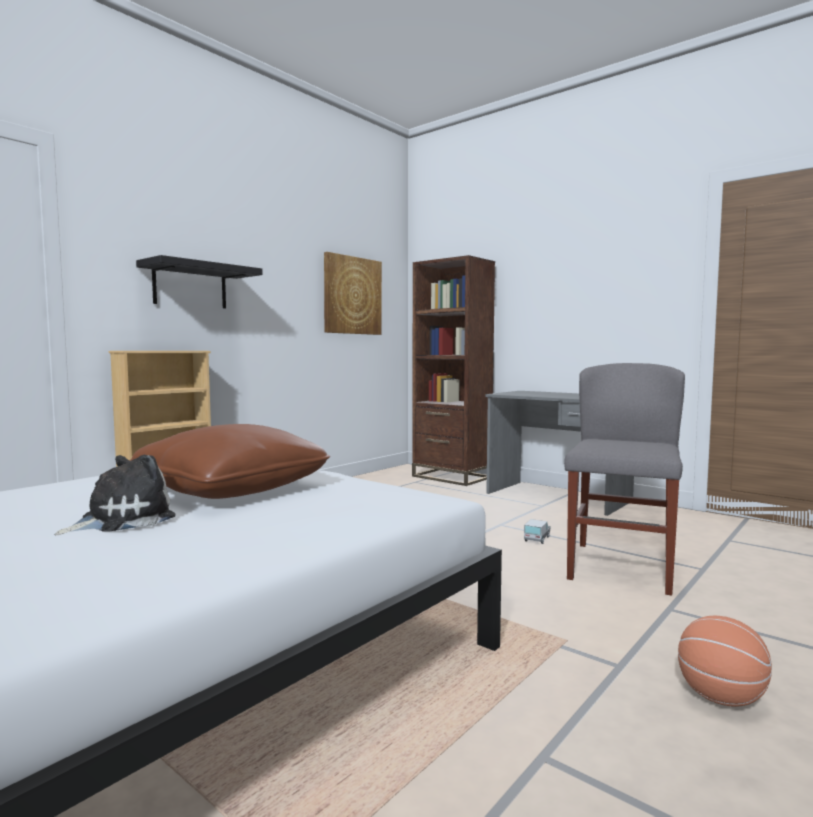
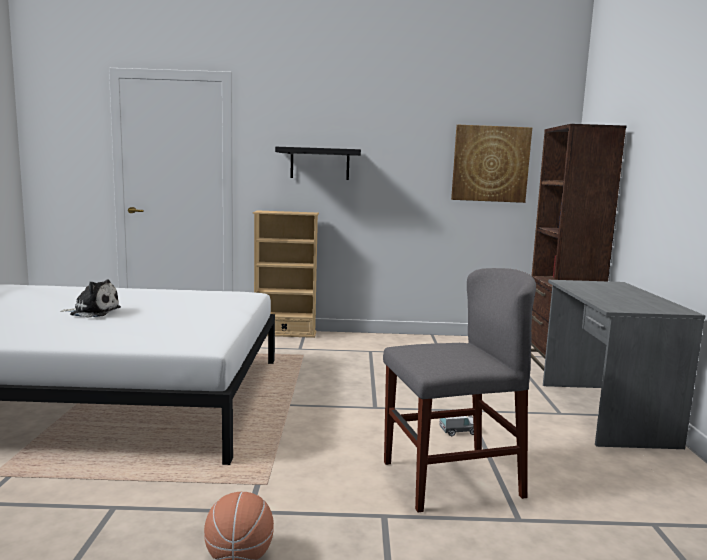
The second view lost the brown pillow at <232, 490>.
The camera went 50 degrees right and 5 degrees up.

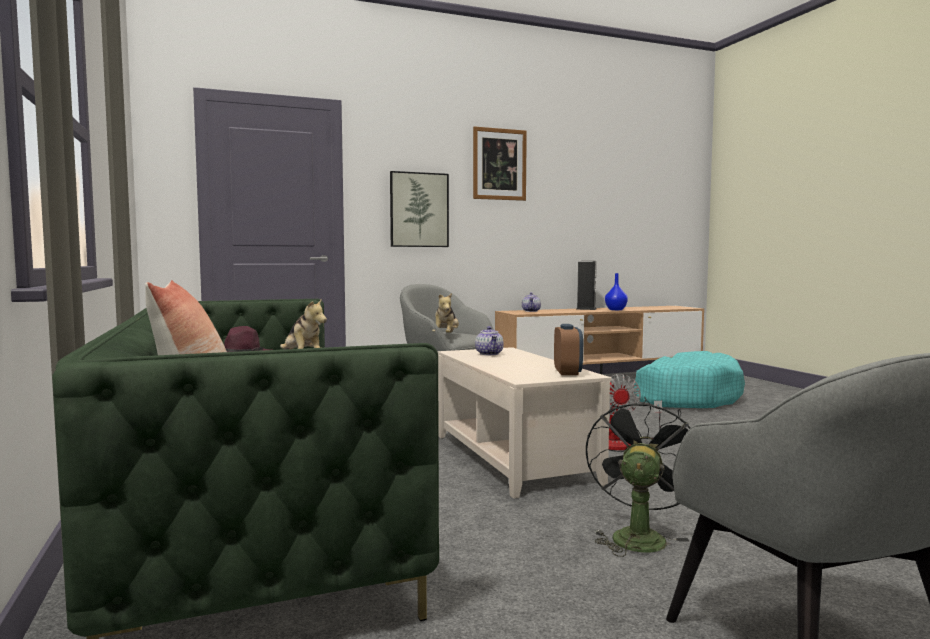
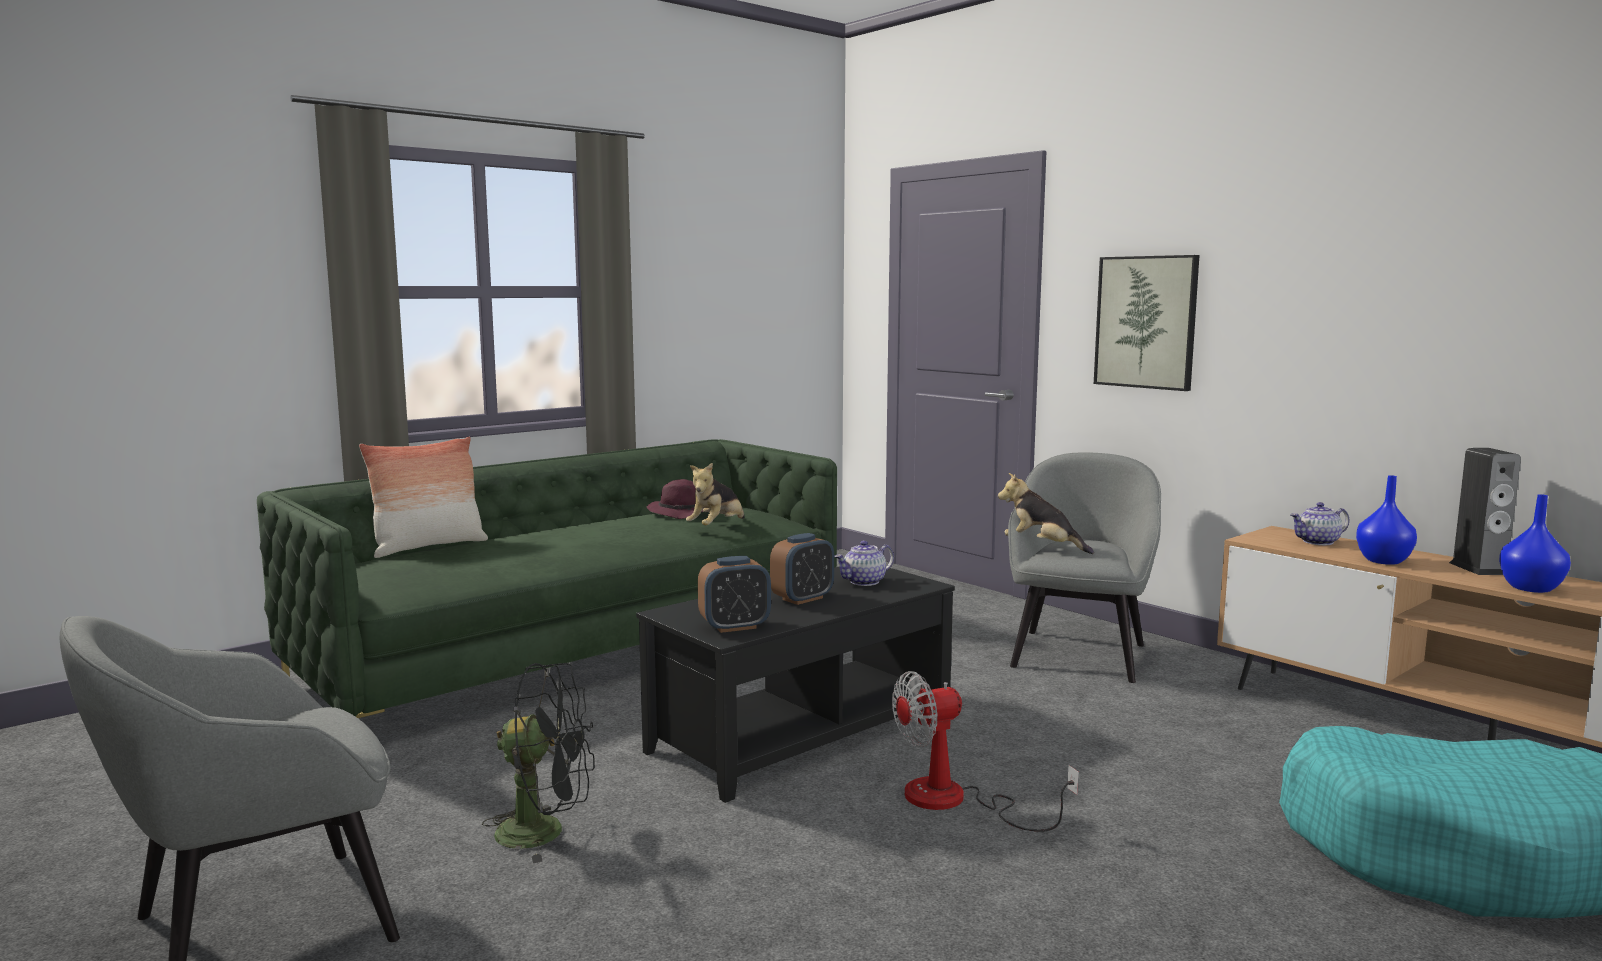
What was the beige coffee table at <512, 458> turned into the black coffee table at <802, 733>.
The second view gained the alarm clock at <802, 599>.
The plush toy at <446, 336> ended up facing another way, 45 degrees clockwise from before.
The second view gained the blue vase at <1384, 561>.
The second view lost the picture at <499, 164>.
The camera went 70 degrees right and 5 degrees up.

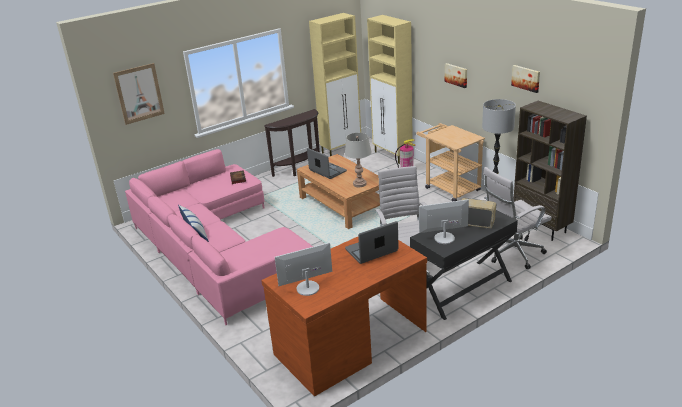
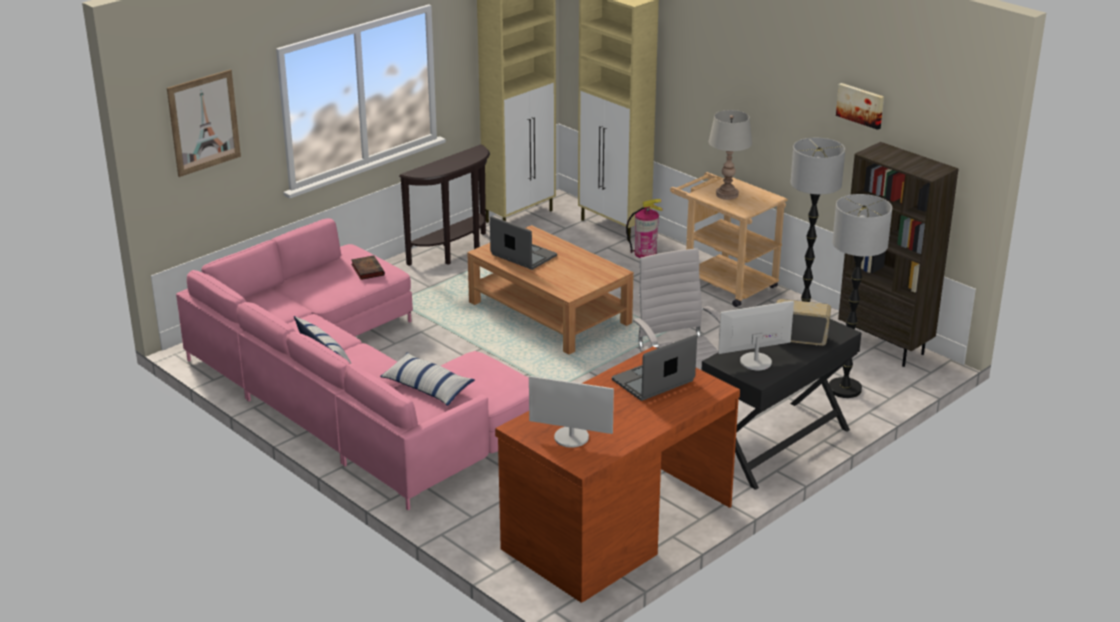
The second view gained the pillow at <427, 387>.
The monitor at <307, 288> ended up facing another way, 135 degrees counterclockwise from before.
The grey table lamp ended up elsewhere, having gone from <359, 184> to <727, 195>.
Where the white office chair stood at <512, 254>, the floor lamp came to stand at <844, 389>.
The second view lost the picture at <456, 75>.
The camera went 10 degrees left and 0 degrees up.

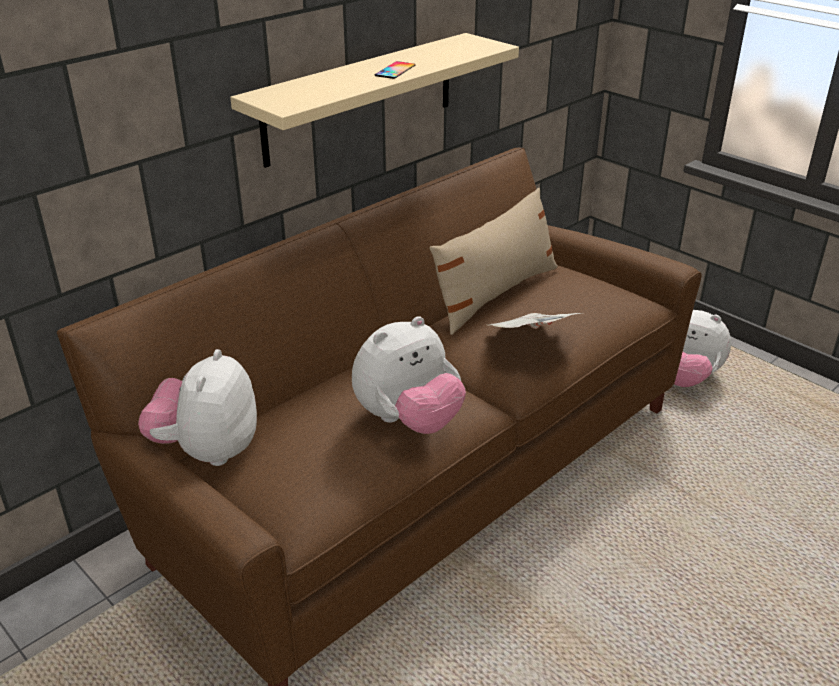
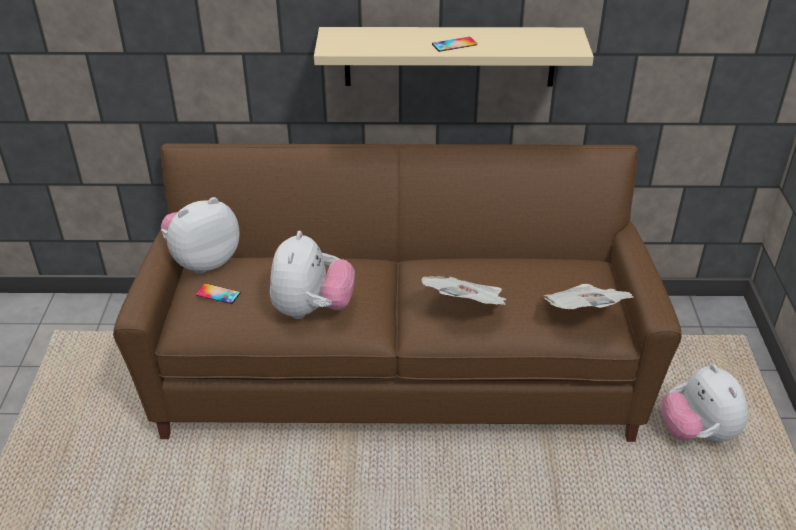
The second view gained the phone at <218, 294>.
The plush toy at <408, 420> ended up facing another way, 90 degrees counterclockwise from before.
The second view gained the newspaper at <584, 314>.
The second view lost the beige pillow at <495, 294>.
The camera went 45 degrees right and 5 degrees up.

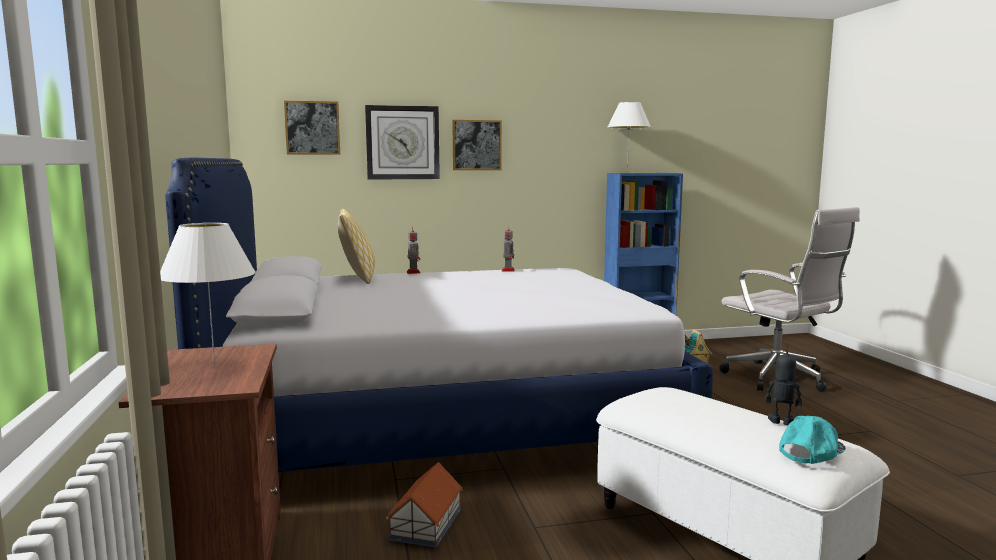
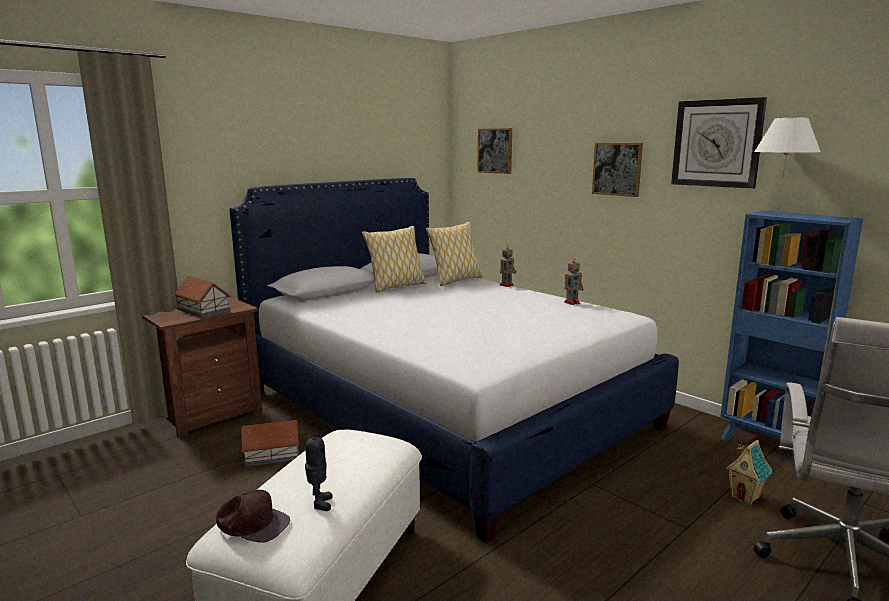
Where the white table lamp stood at <214, 366>, the toy house came to stand at <203, 310>.
What was the turquoise cap at <810, 450> turned into the brown cap at <252, 523>.
The second view gained the pillow at <396, 287>.
The wall clock ended up elsewhere, having gone from <402, 142> to <717, 143>.
The camera went 60 degrees right and 5 degrees up.

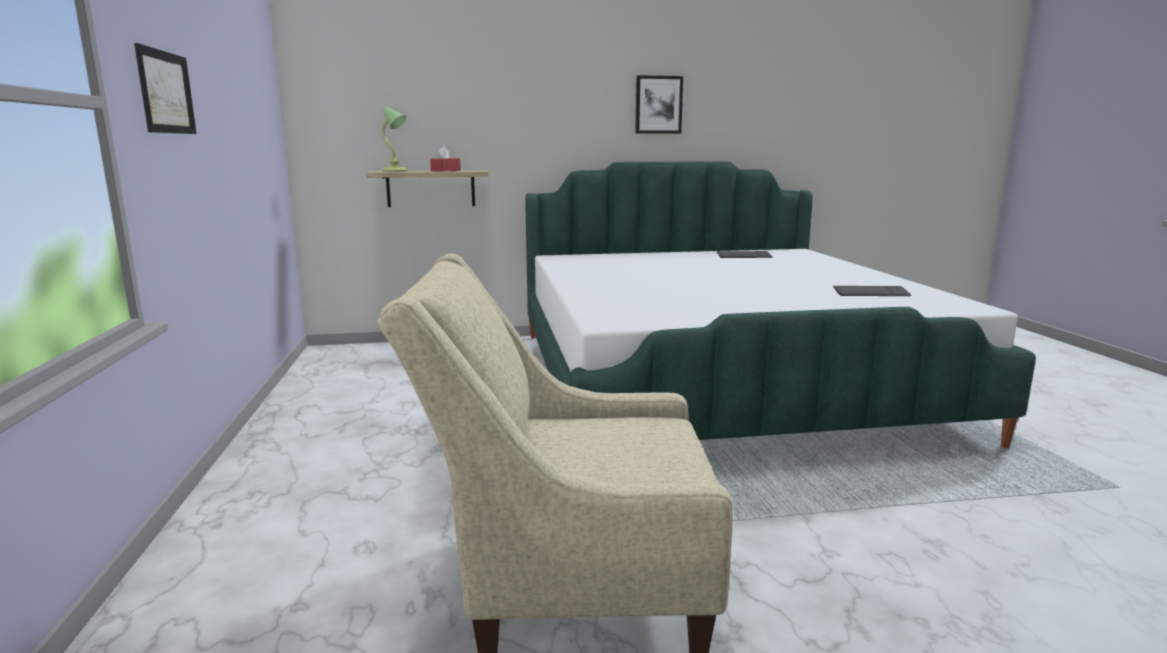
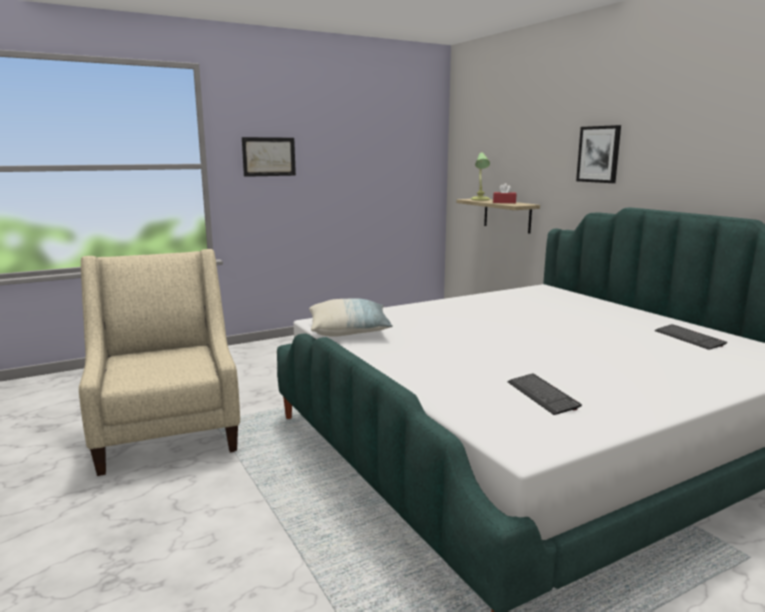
The second view gained the pillow at <349, 331>.
The picture ended up elsewhere, having gone from <658, 105> to <599, 154>.
The camera went 70 degrees right and 0 degrees up.

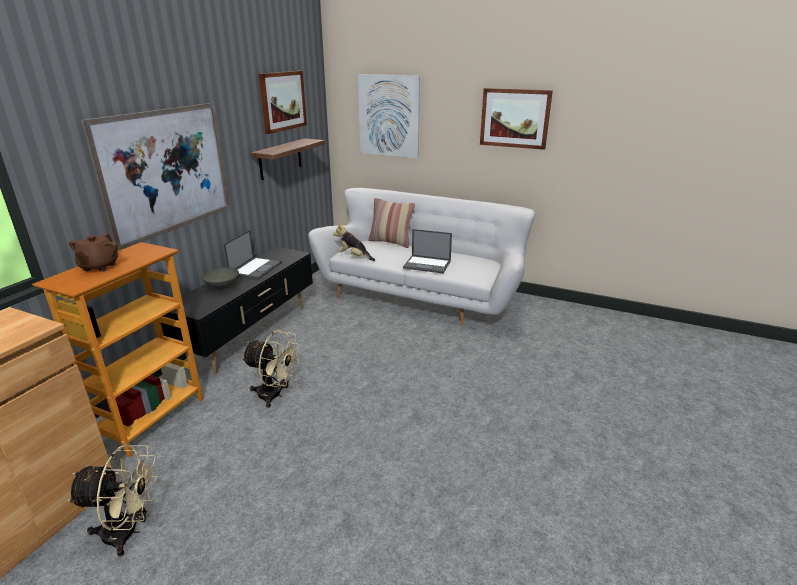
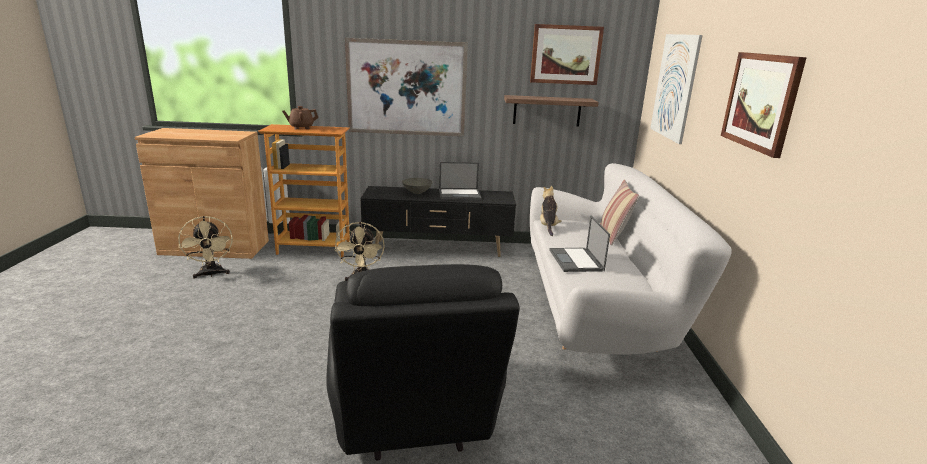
The second view gained the black armchair at <414, 416>.
The camera went 65 degrees right and 5 degrees down.

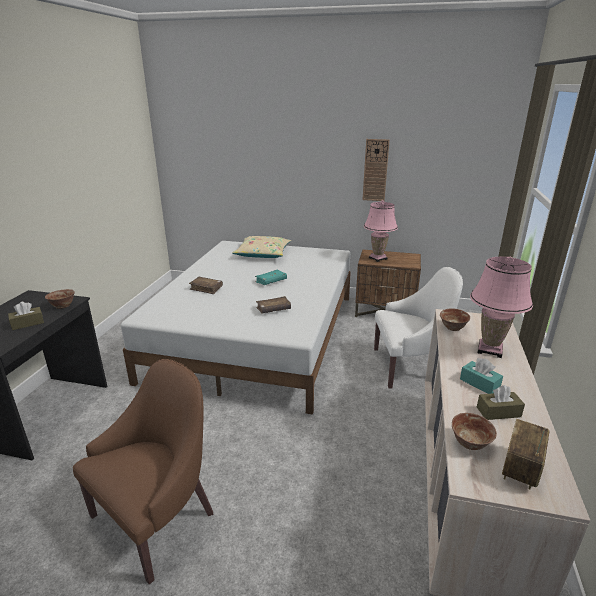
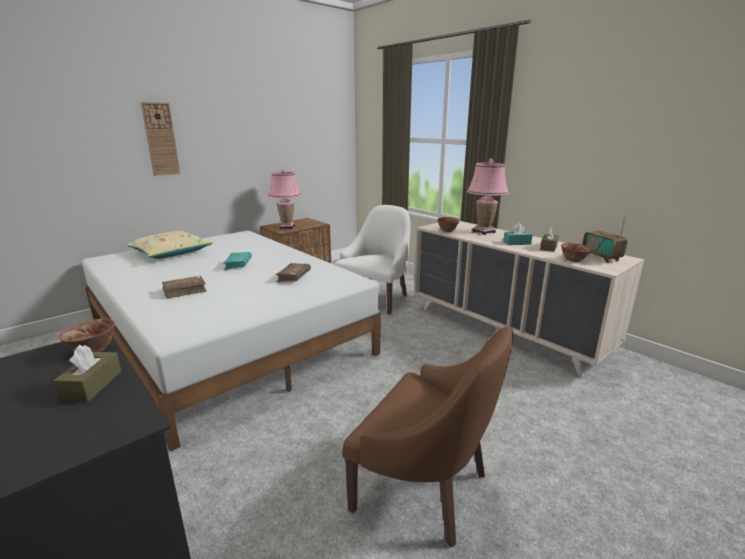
The wall clock ended up elsewhere, having gone from <375, 170> to <161, 139>.
The brown armchair at <157, 517> ended up facing another way, 135 degrees clockwise from before.
The camera went 55 degrees left and 5 degrees down.

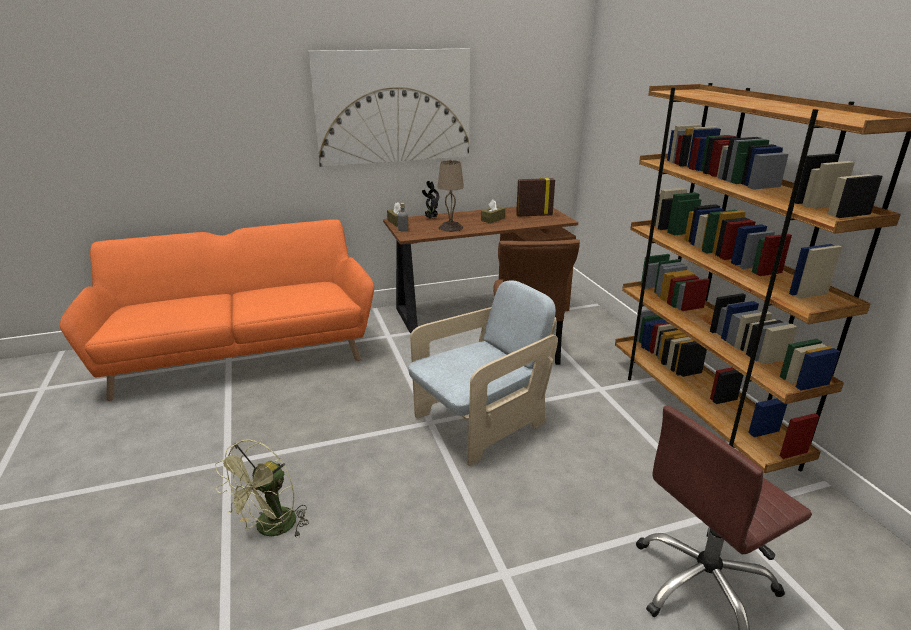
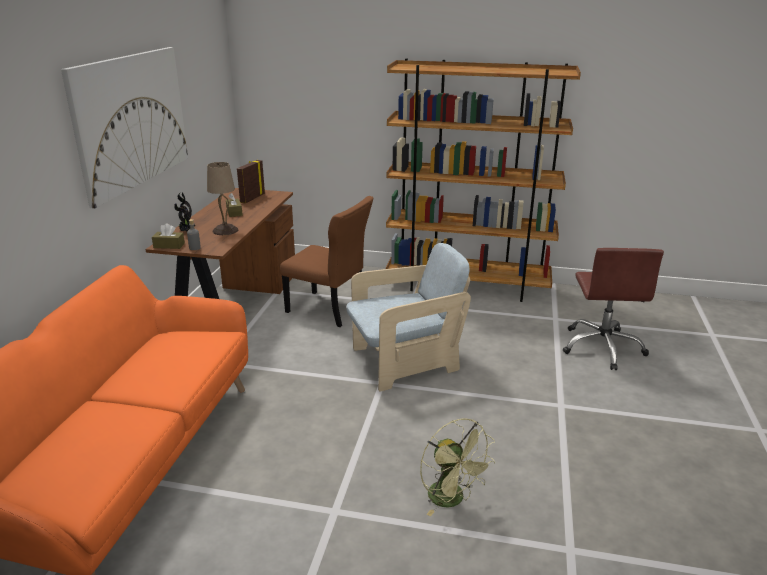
The beige armchair at <480, 423> ended up facing another way, 75 degrees clockwise from before.
The camera went 60 degrees left and 0 degrees up.

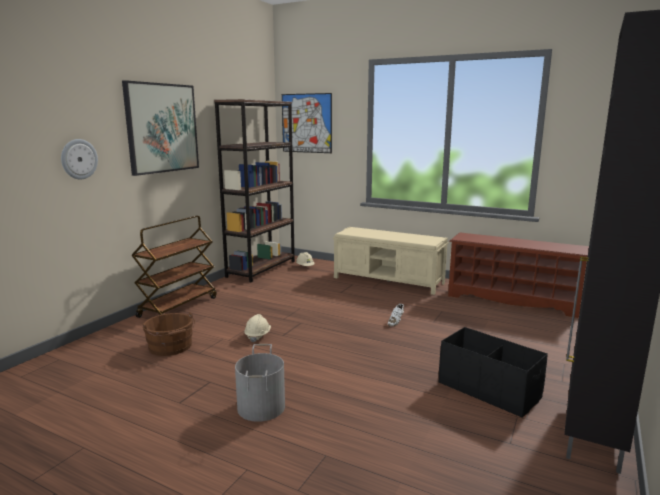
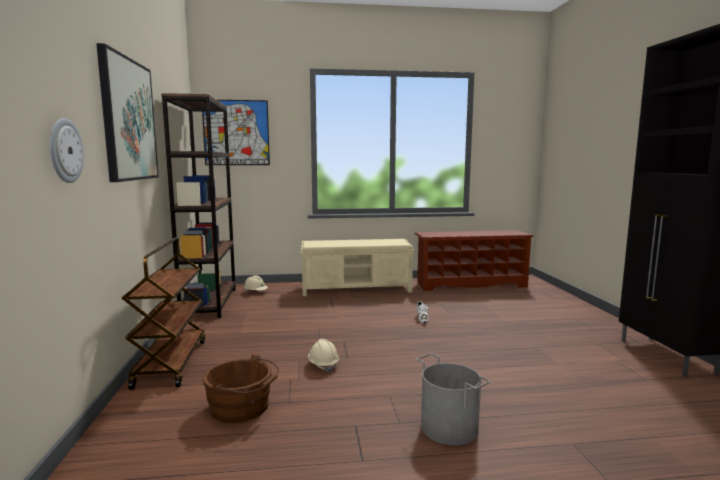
The second view lost the black storage box at <489, 390>.
The camera went 35 degrees left and 5 degrees down.

